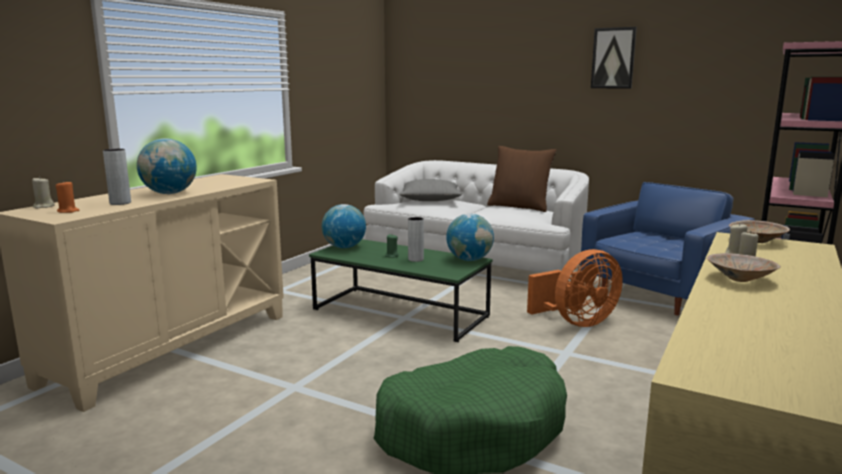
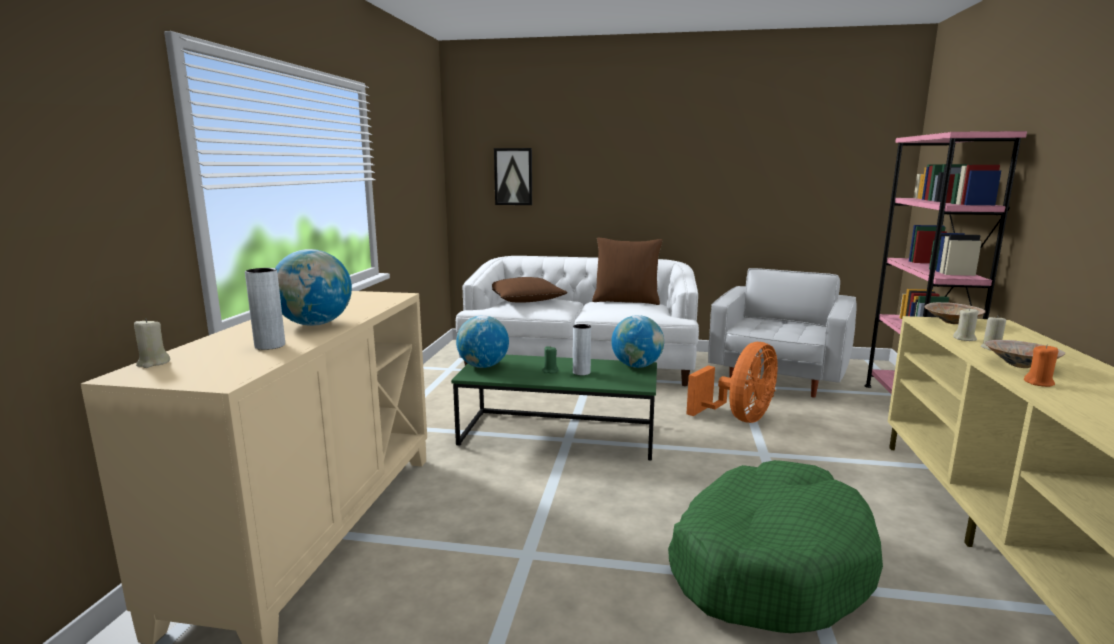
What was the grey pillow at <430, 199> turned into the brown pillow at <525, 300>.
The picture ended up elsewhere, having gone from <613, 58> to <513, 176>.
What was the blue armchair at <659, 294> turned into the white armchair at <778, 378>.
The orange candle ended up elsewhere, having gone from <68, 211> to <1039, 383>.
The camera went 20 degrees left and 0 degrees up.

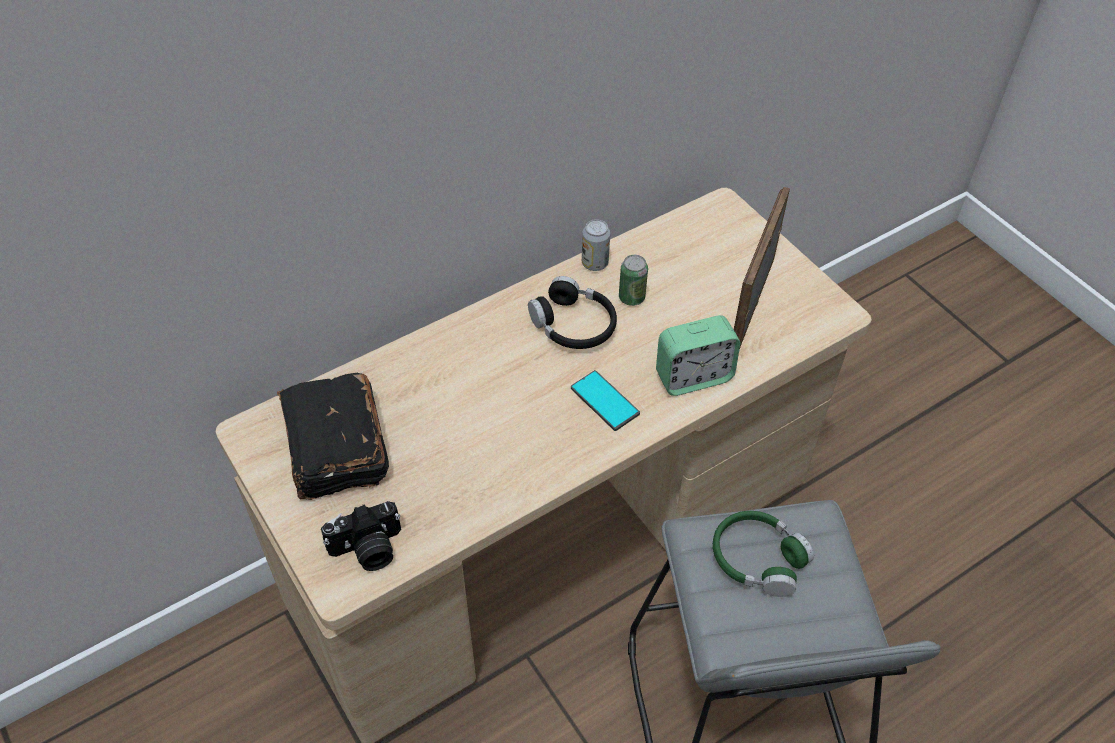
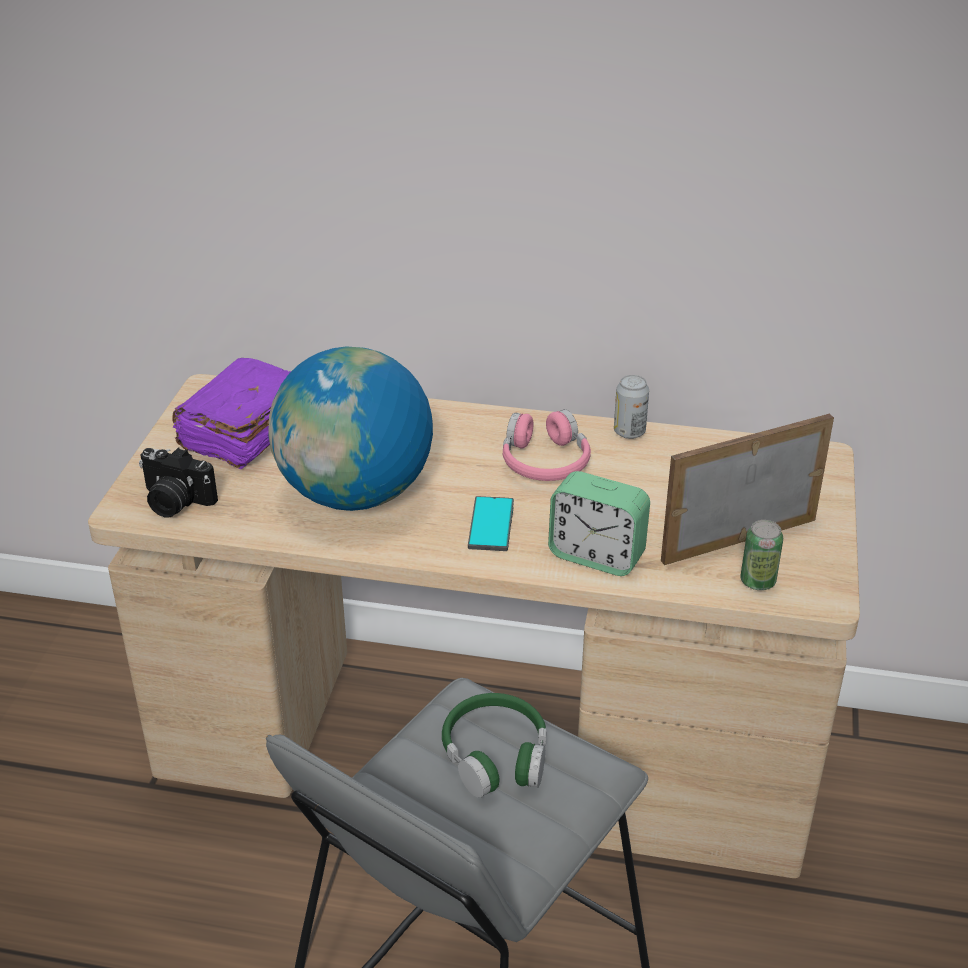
What was the black book at <335, 450> turned into the purple book at <245, 432>.
The second view gained the globe at <356, 494>.
What was the black headphones at <573, 325> turned into the pink headphones at <544, 461>.
The can ended up elsewhere, having gone from <631, 297> to <757, 581>.
The camera went 45 degrees right and 15 degrees down.

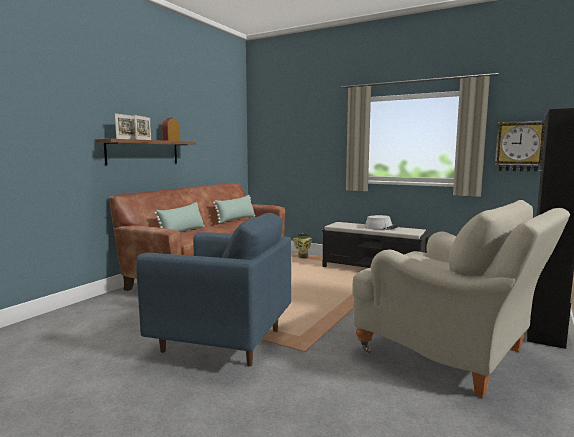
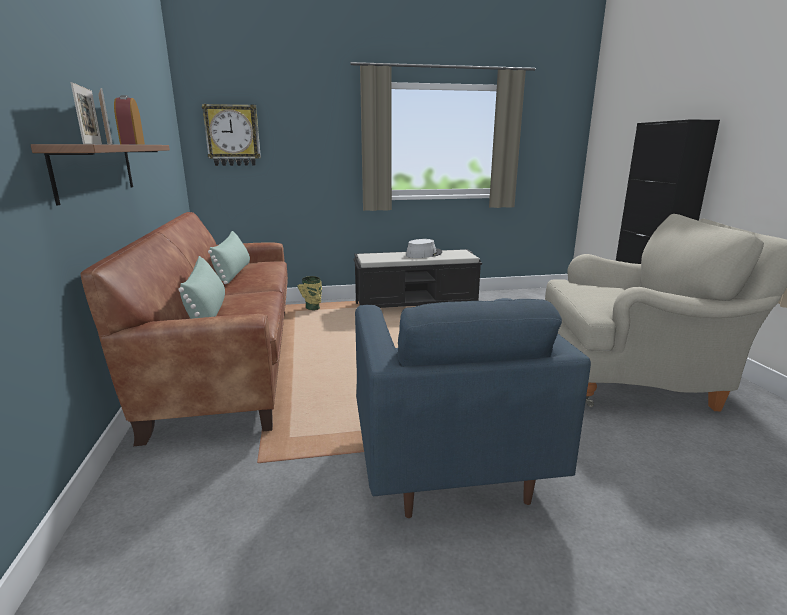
The wall clock ended up elsewhere, having gone from <520, 146> to <233, 135>.
The blue armchair at <222, 341> ended up facing another way, 105 degrees clockwise from before.
The camera went 40 degrees left and 10 degrees up.

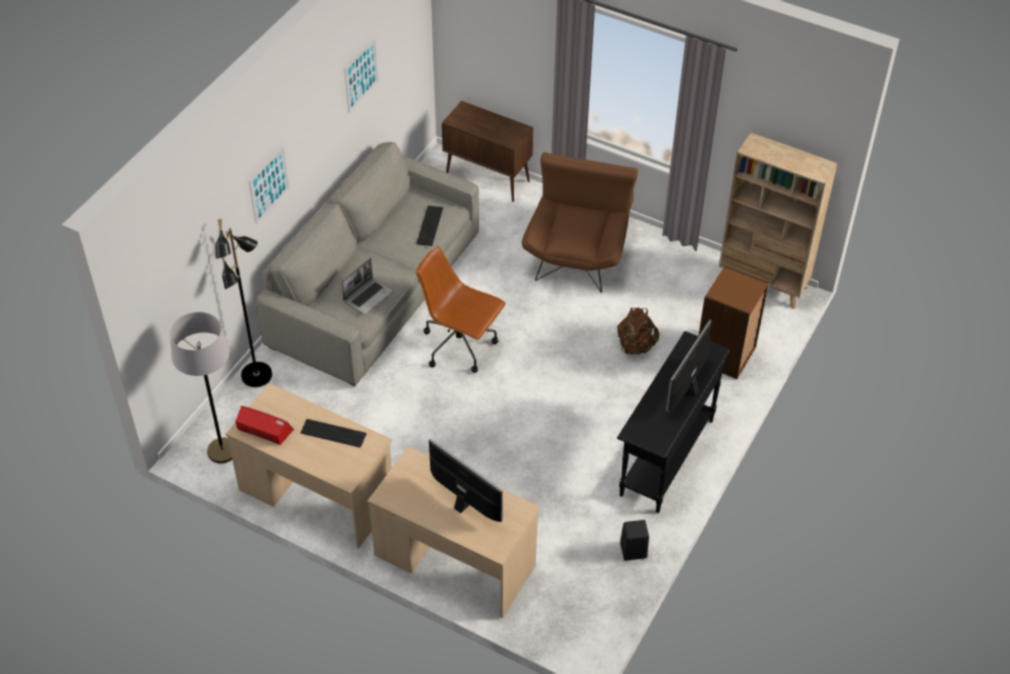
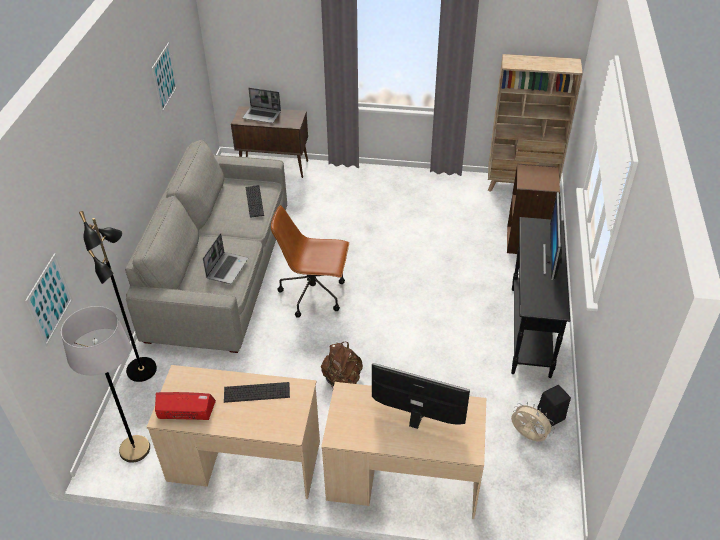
The picture ended up elsewhere, having gone from <269, 185> to <49, 300>.
The second view gained the laptop at <262, 115>.
The brown backpack ended up elsewhere, having gone from <635, 346> to <342, 380>.
The second view gained the beige fan at <527, 436>.
The second view lost the brown armchair at <579, 250>.
The camera went 20 degrees left and 5 degrees down.

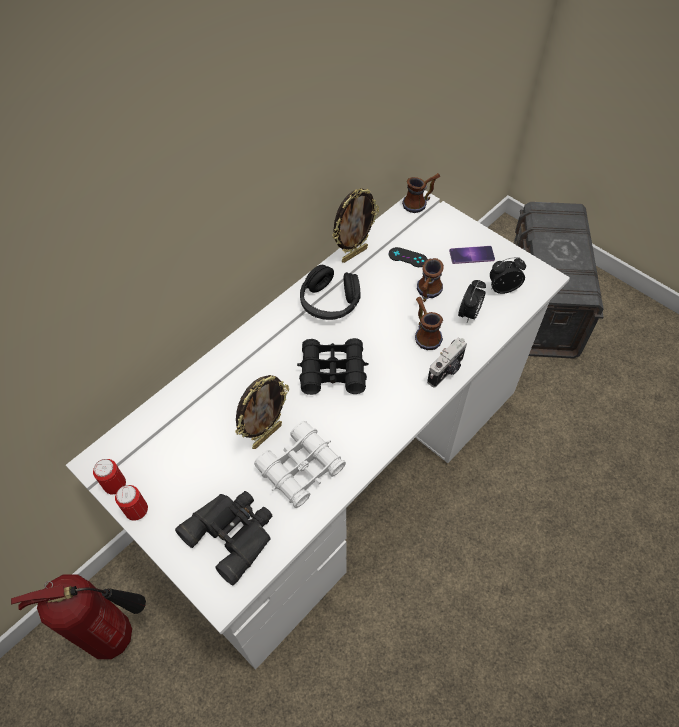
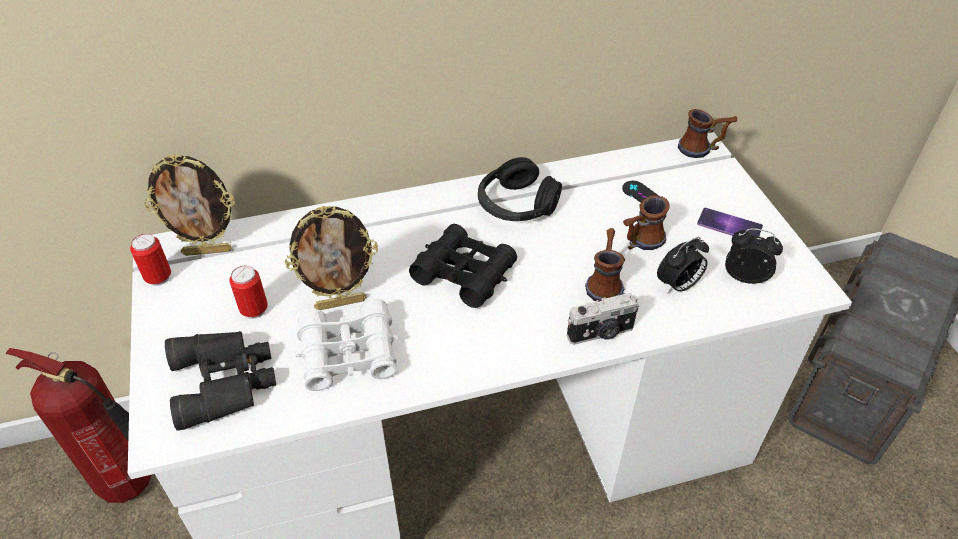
The picture frame ended up elsewhere, having gone from <354, 254> to <208, 251>.
The can ended up elsewhere, having gone from <137, 511> to <254, 310>.
The camera went 30 degrees right and 10 degrees down.

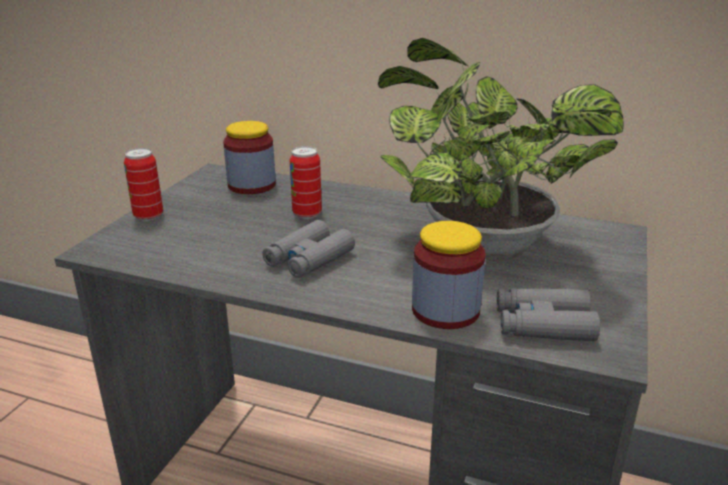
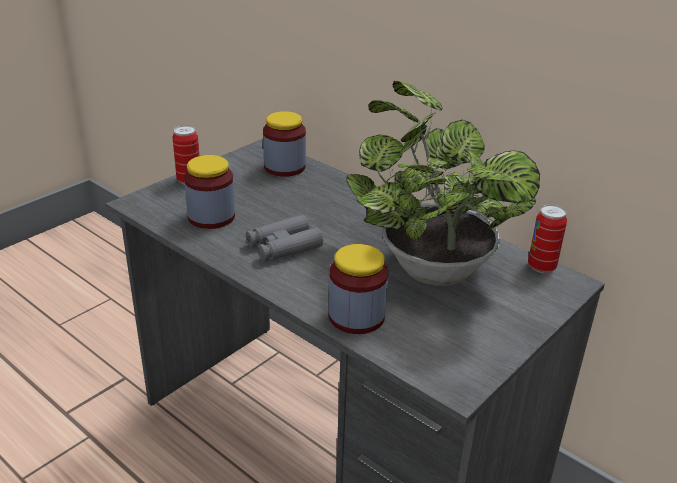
The second view gained the jar at <211, 217>.
The can ended up elsewhere, having gone from <307, 214> to <541, 267>.
The second view lost the grey binoculars at <543, 324>.
The camera went 20 degrees right and 5 degrees up.

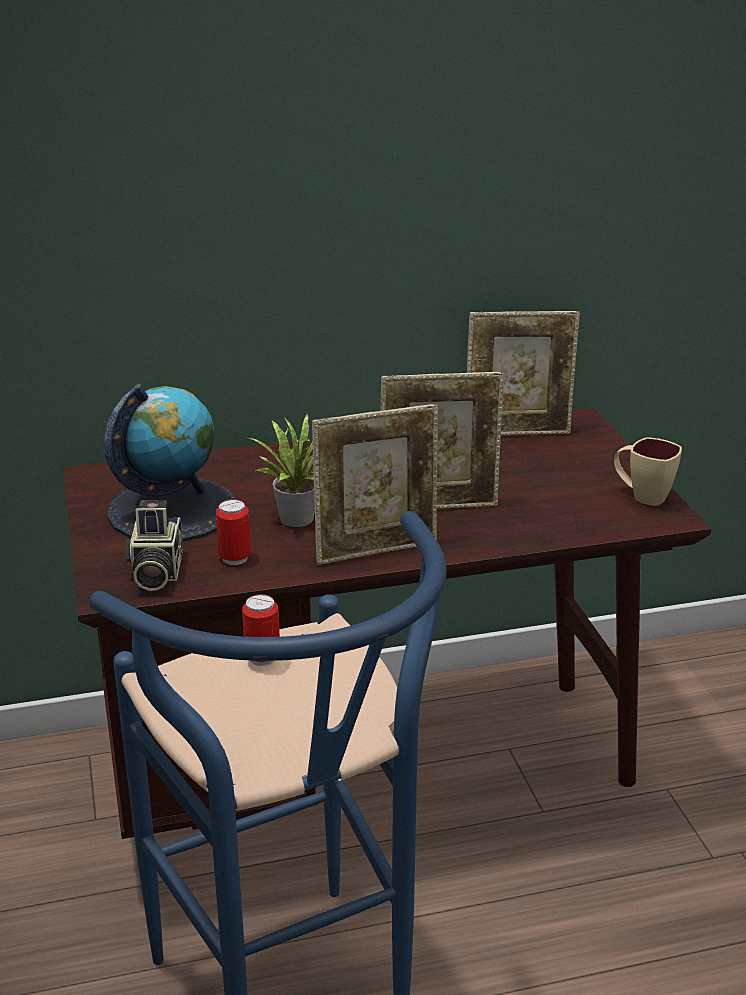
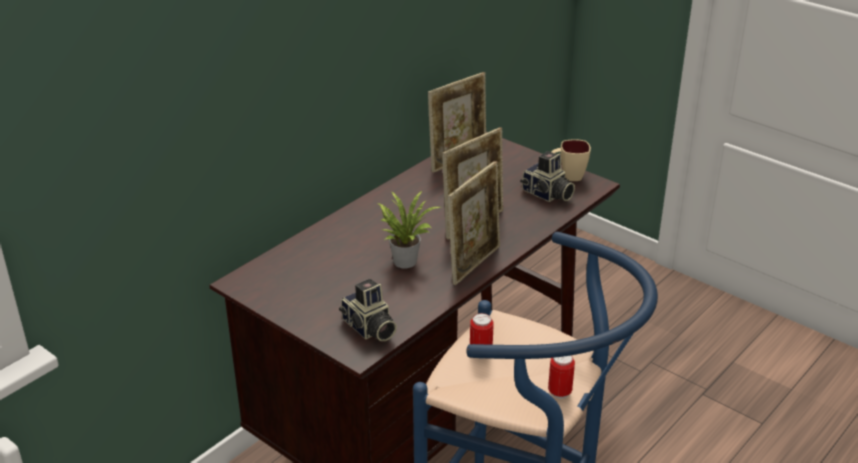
The second view gained the photo camera at <547, 194>.
The can ended up elsewhere, having gone from <234, 558> to <559, 392>.
The second view lost the globe at <172, 509>.
The camera went 35 degrees left and 5 degrees up.

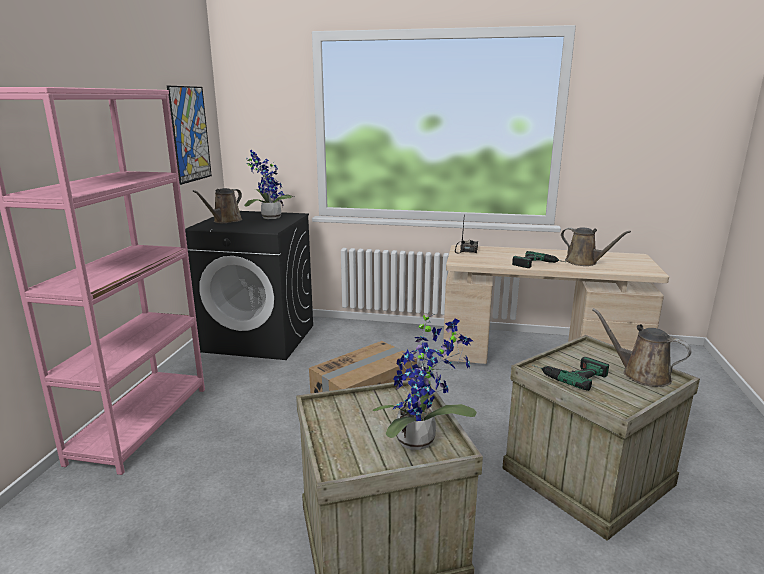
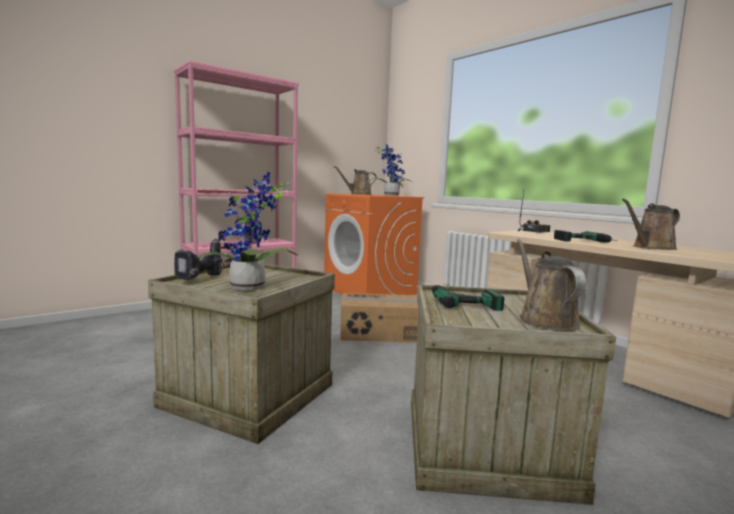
The second view gained the power drill at <201, 279>.
What was the black washing machine at <260, 338> turned into the orange washing machine at <370, 291>.
The brown watering can at <584, 262> ended up facing another way, 75 degrees clockwise from before.
The second view lost the picture at <190, 134>.
The camera went 40 degrees right and 10 degrees down.

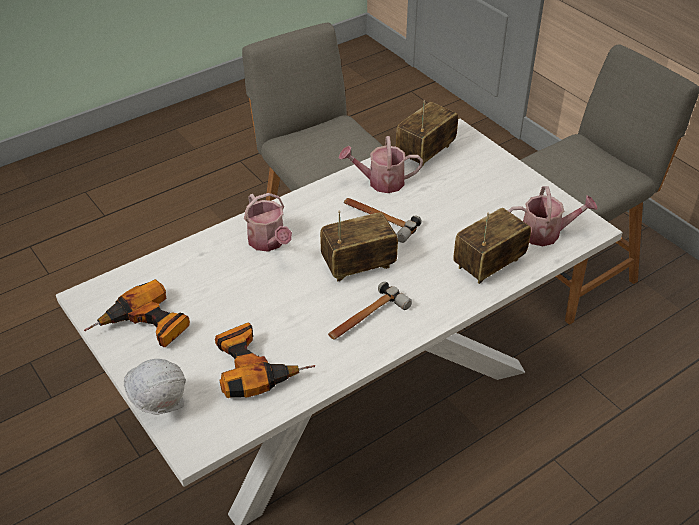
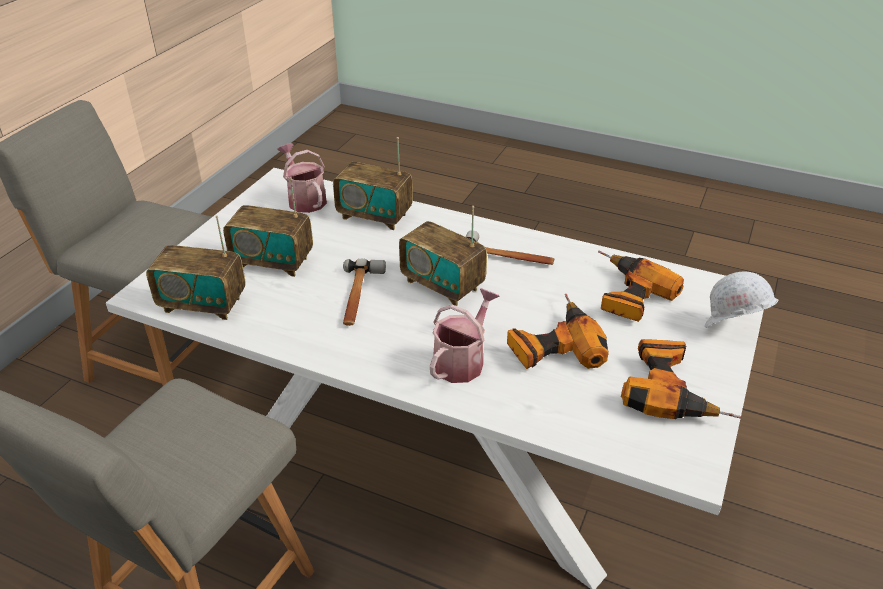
The second view gained the radio at <273, 262>.
The second view gained the power drill at <552, 345>.
The second view lost the watering can at <380, 182>.
The camera went 120 degrees left and 5 degrees down.

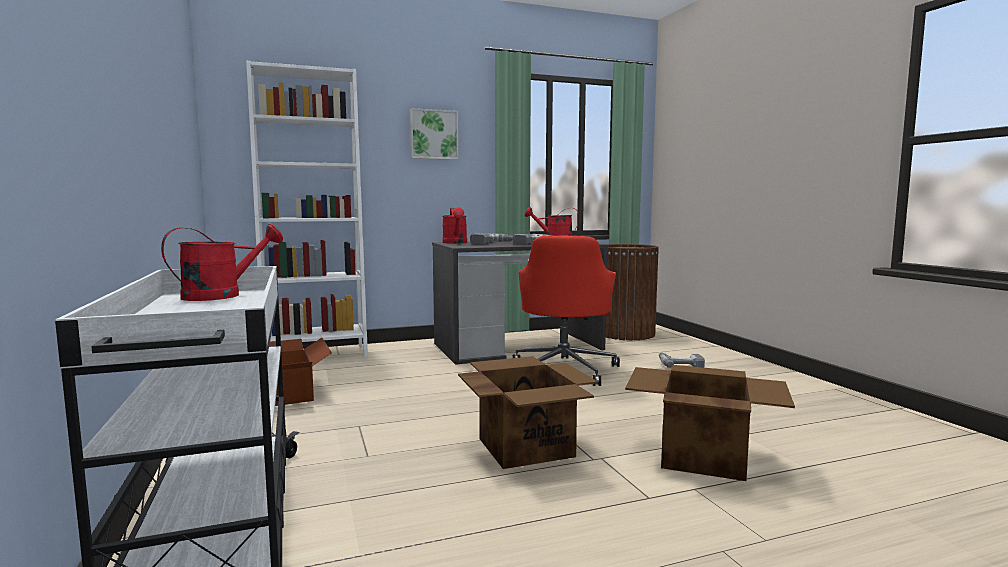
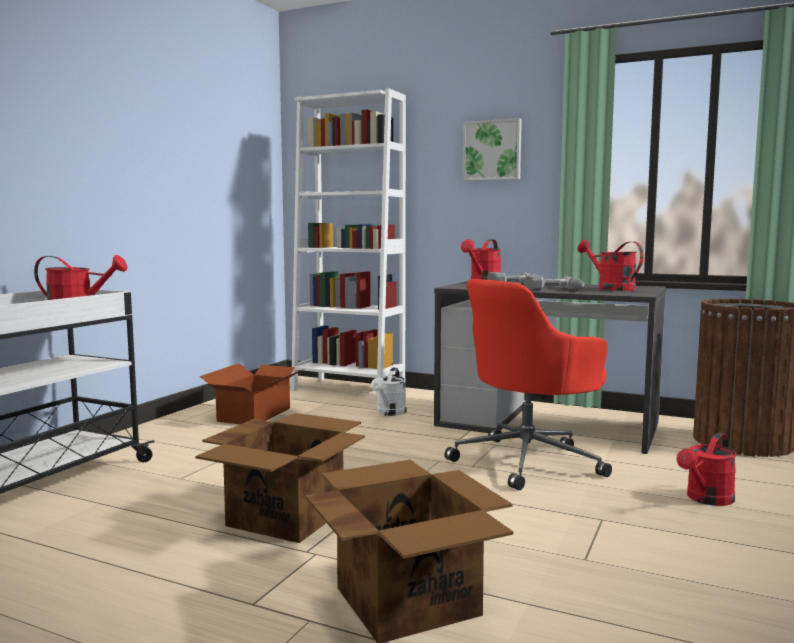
The second view gained the white watering can at <389, 413>.
Where the power drill stood at <679, 364>, the red watering can came to stand at <706, 499>.
The camera went 45 degrees right and 0 degrees up.

